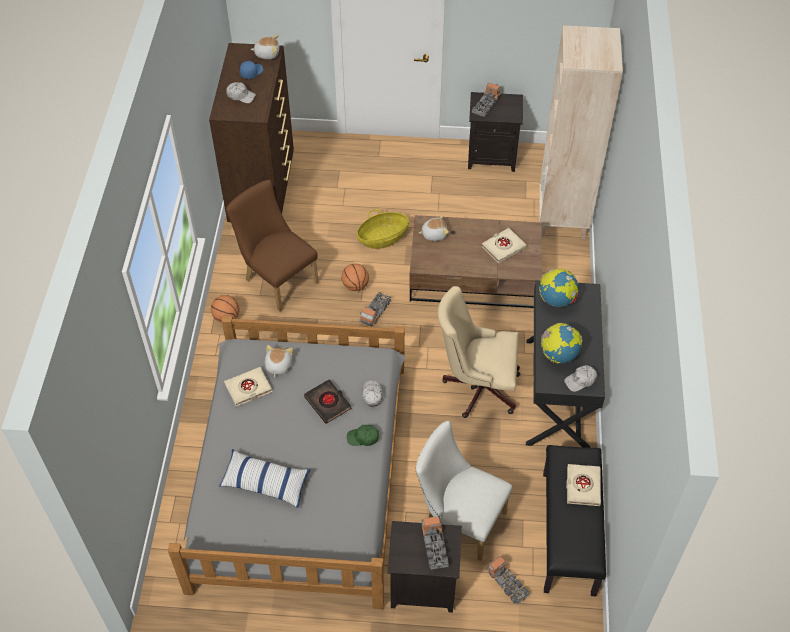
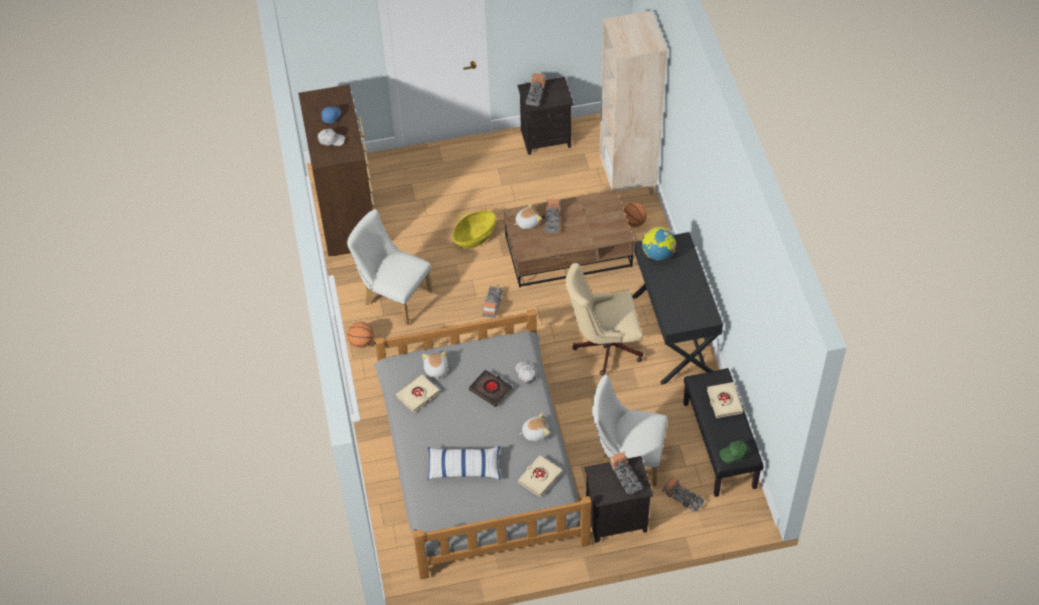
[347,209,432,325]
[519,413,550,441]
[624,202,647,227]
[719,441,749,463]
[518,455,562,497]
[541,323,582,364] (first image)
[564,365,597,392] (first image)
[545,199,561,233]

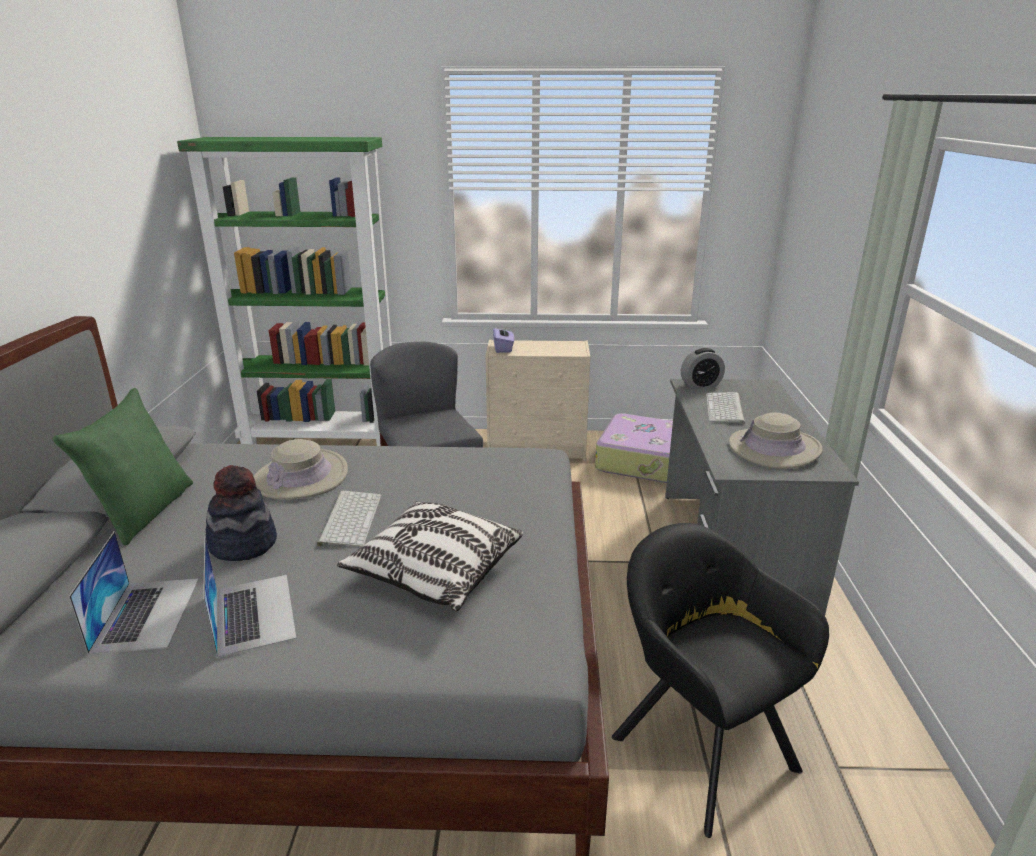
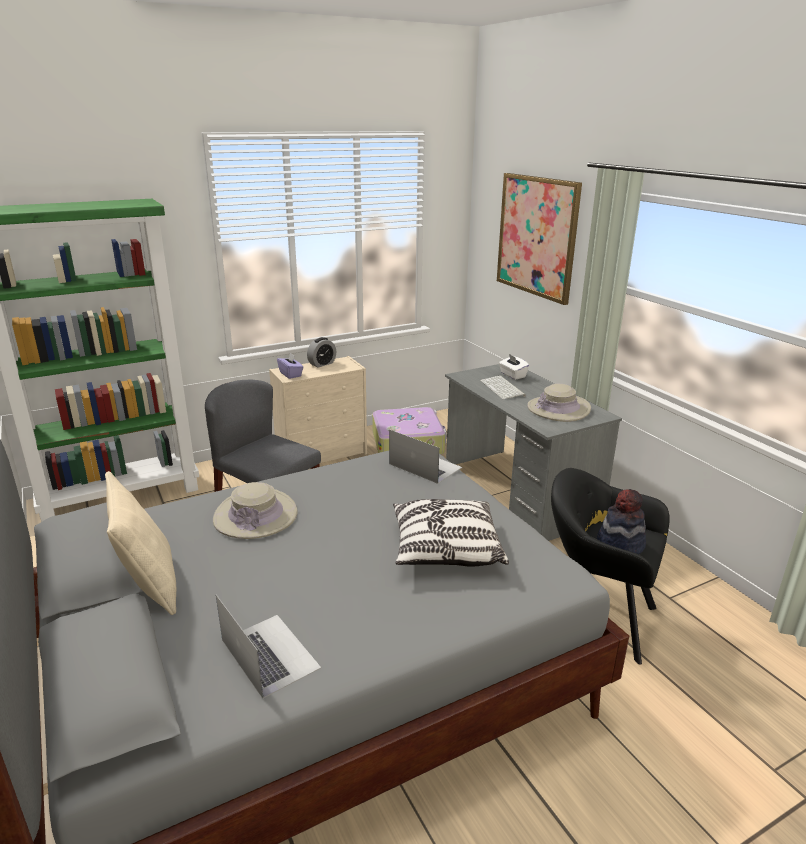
[105,471,176,615]
[389,429,462,484]
[597,489,646,554]
[317,490,381,547] (first image)
[307,337,336,368]
[497,173,582,305]
[499,354,529,380]

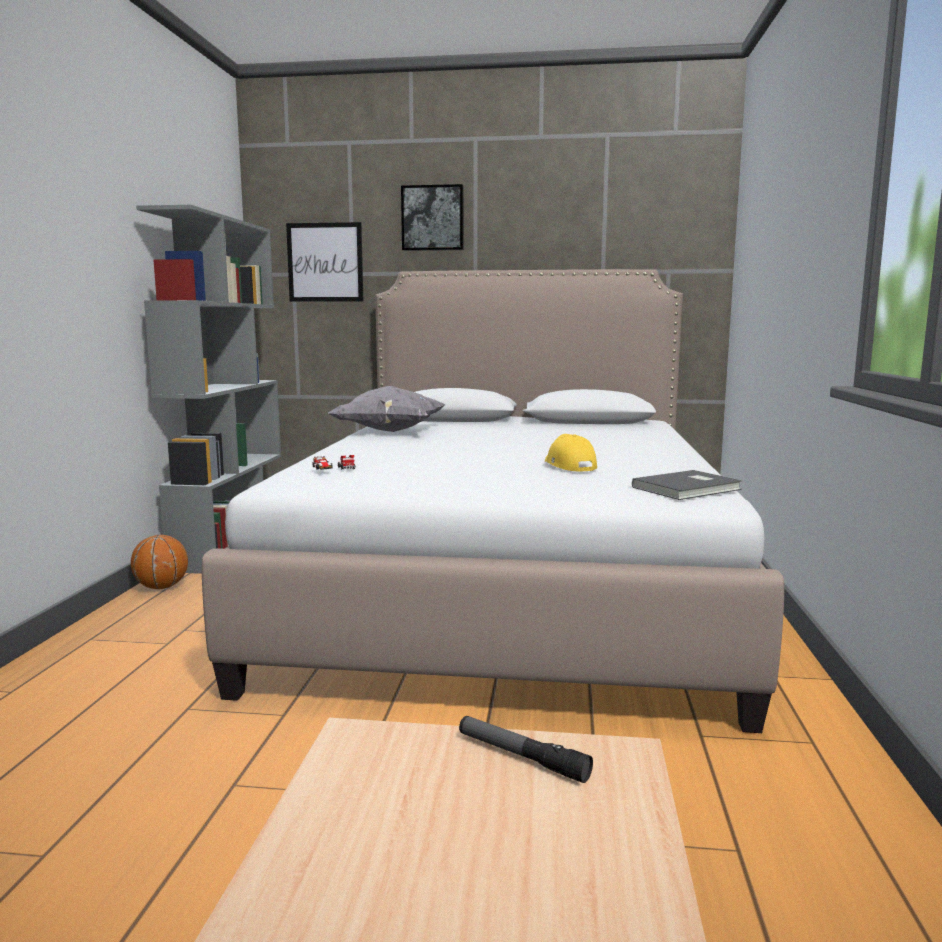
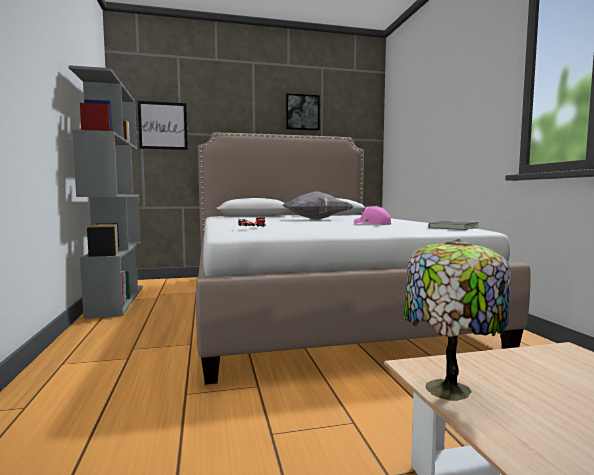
[131,535,188,589] (first image)
[283,191,353,220]
[286,94,320,131]
[459,716,593,783] (first image)
[354,206,391,225]
[404,239,511,401]

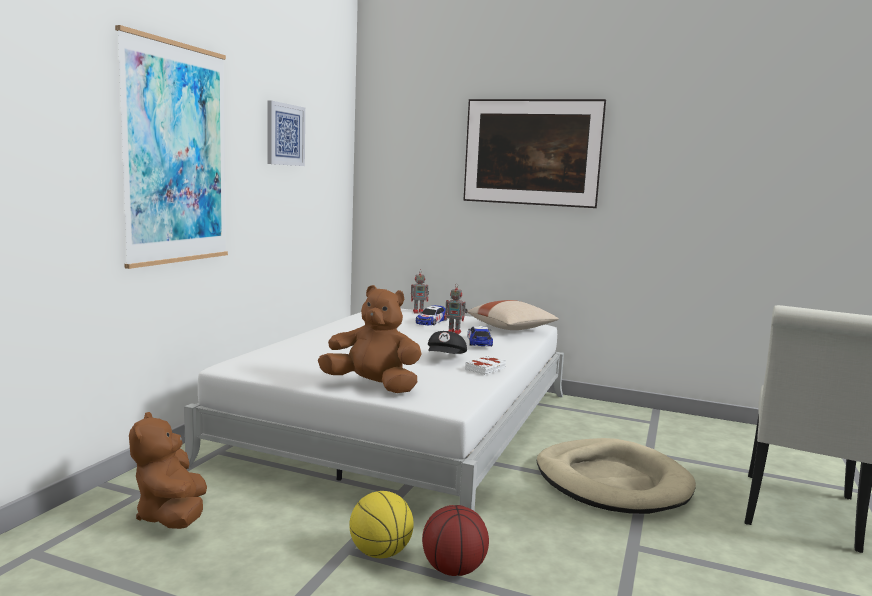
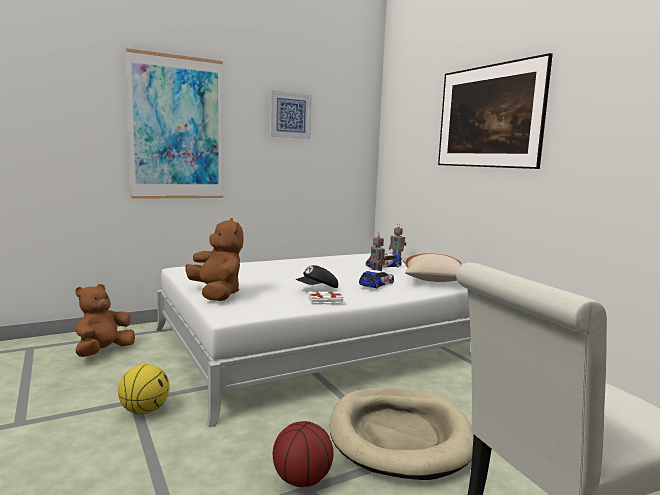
[273,421,333,487]

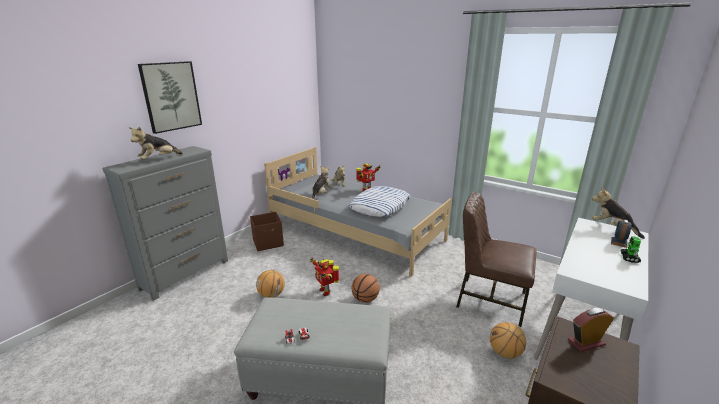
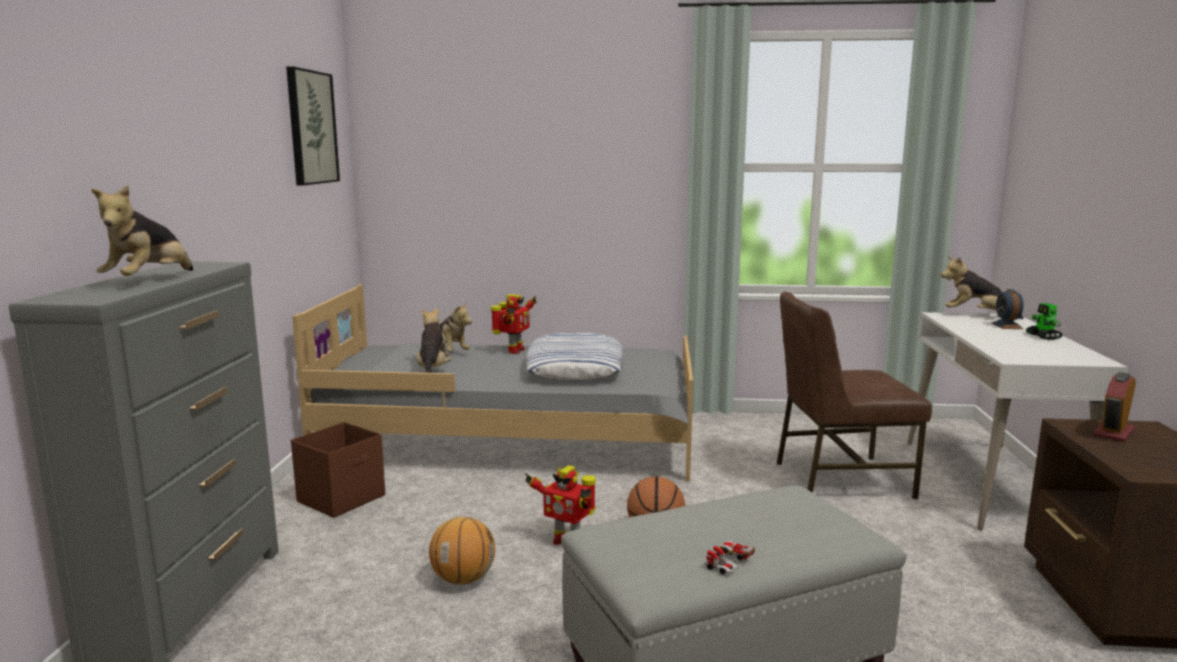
[286,67,340,185]
[490,322,526,359] (first image)

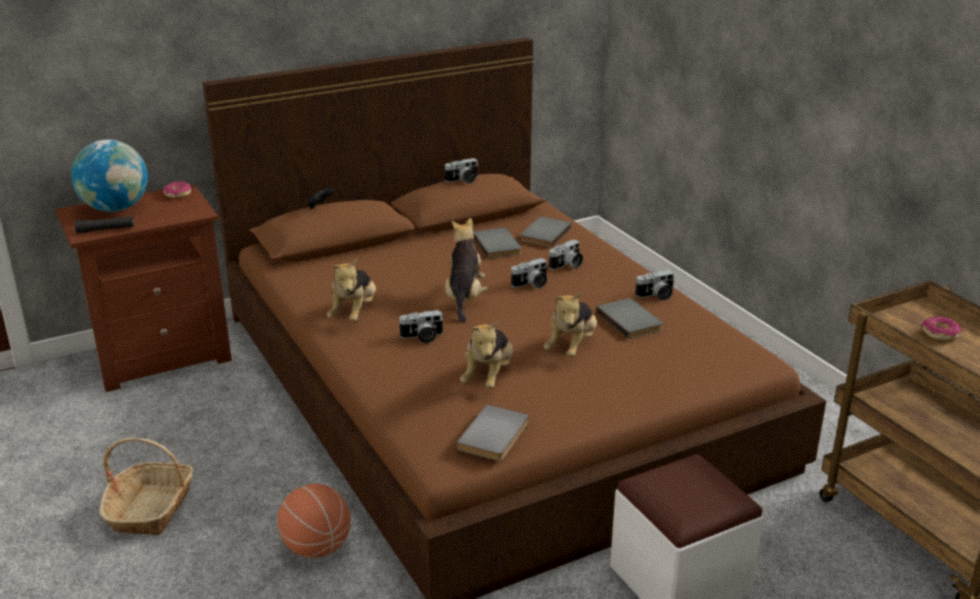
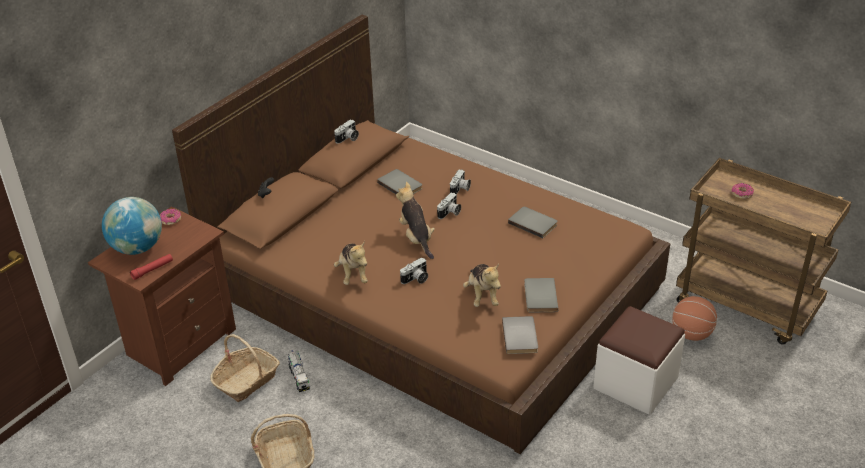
[130,254,173,280]
[672,296,717,341]
[524,278,558,313]
[544,292,597,357] (first image)
[635,270,674,301] (first image)
[210,334,280,402]
[288,350,310,392]

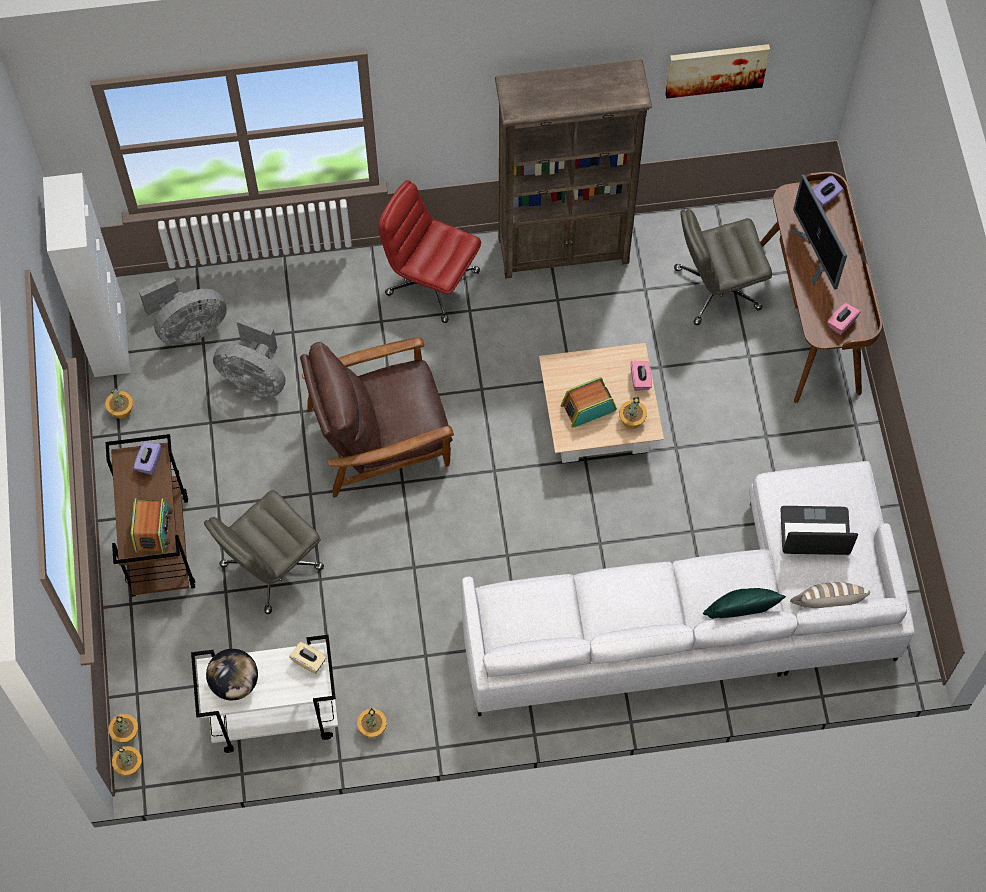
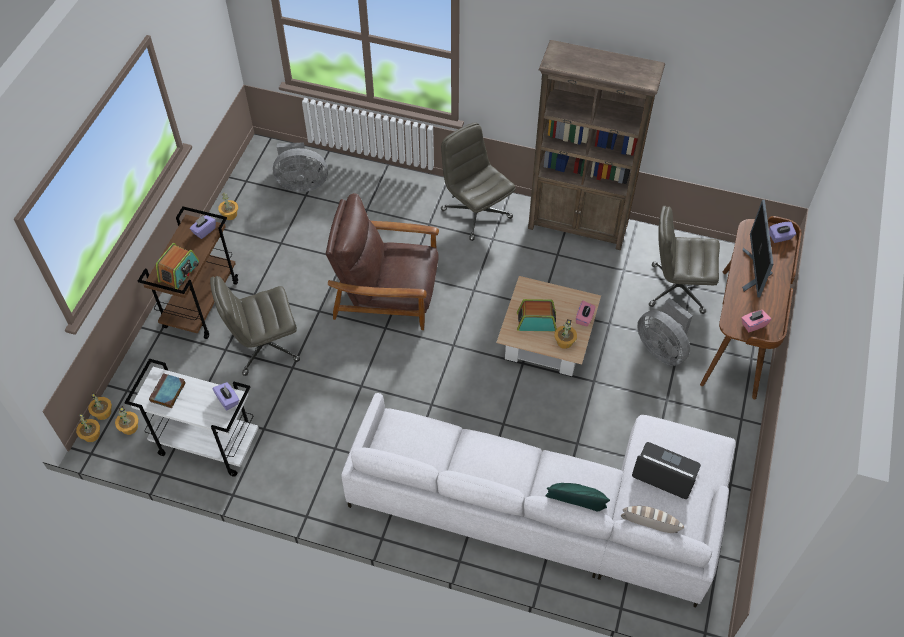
[43,173,130,377] (first image)
[149,373,186,408]
[637,298,692,366]
[213,382,239,410]
[115,406,139,435]
[441,122,516,241]
[665,44,770,99] (first image)

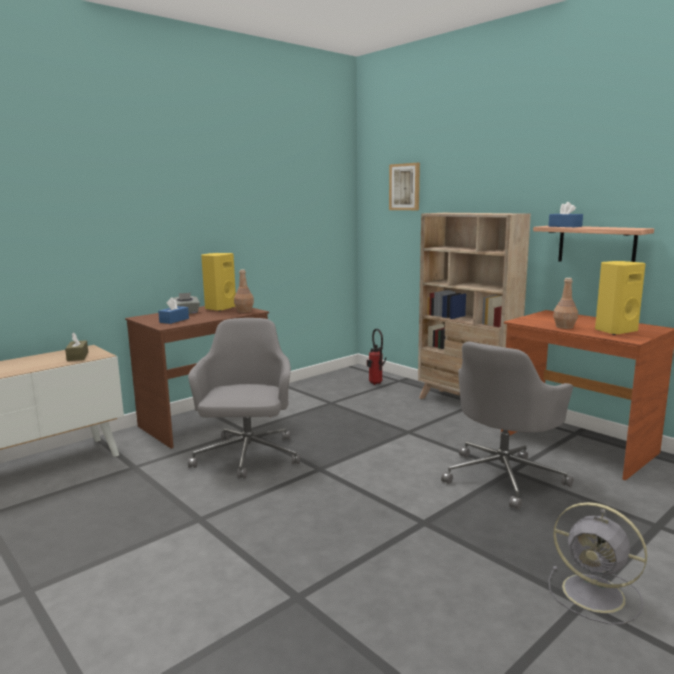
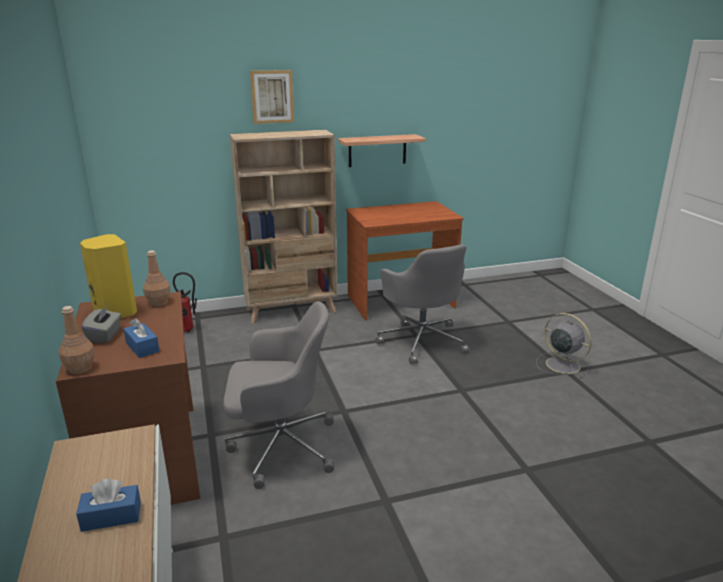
[65,332,88,361] (first image)
[223,301,334,489]
[250,70,294,124]
[536,313,592,379]
[76,479,141,532]
[59,306,95,374]
[595,261,646,335] (first image)

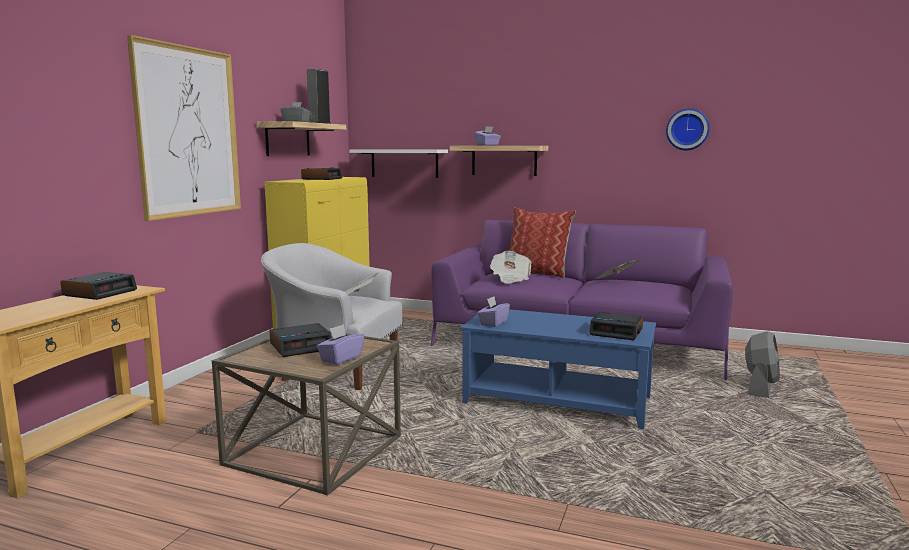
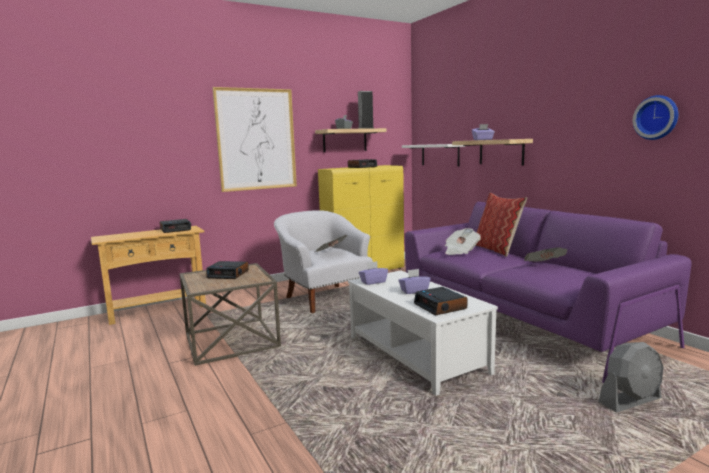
[398,269,430,294]
[348,270,498,396]

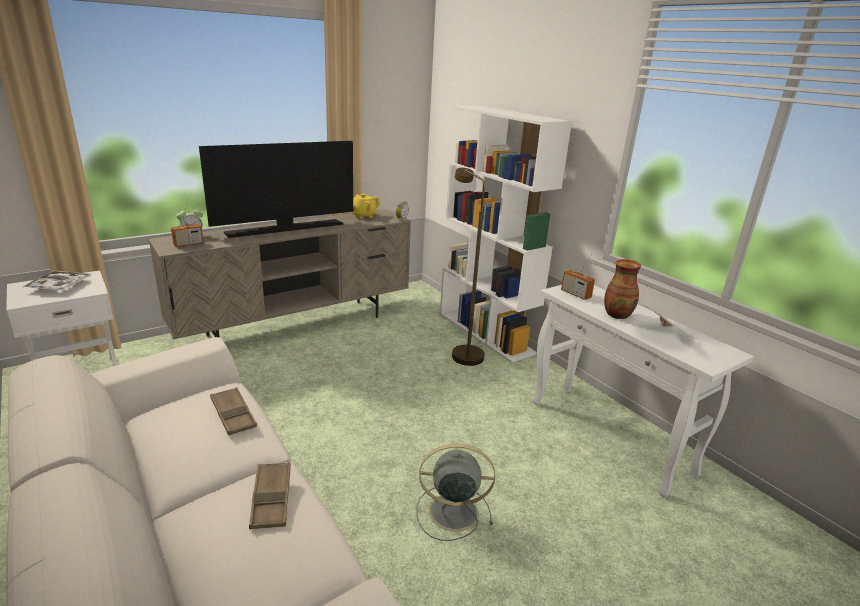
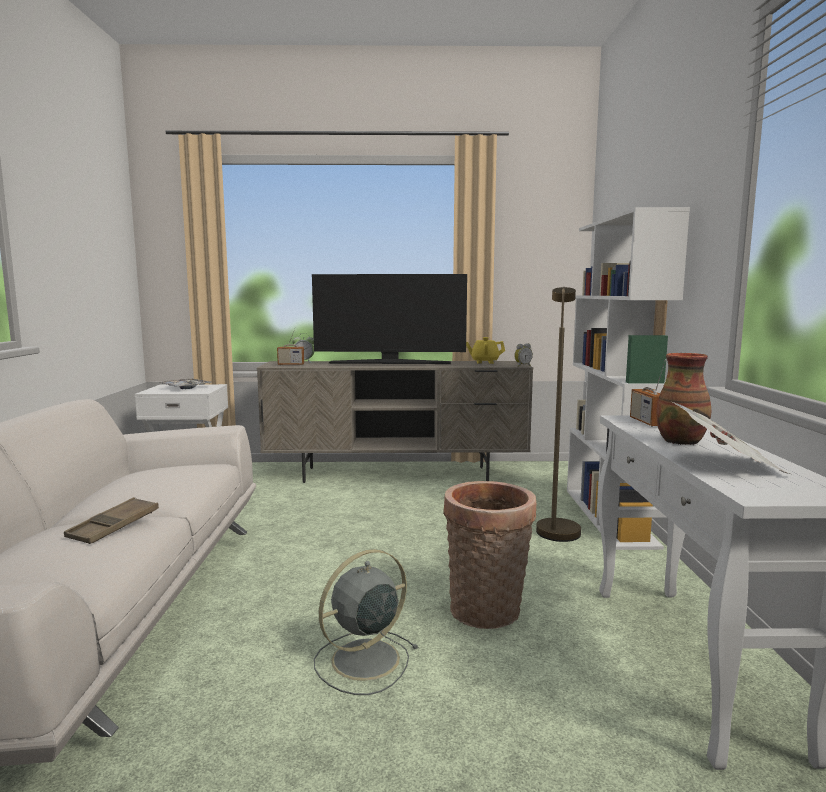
[210,387,257,435] (first image)
[314,549,419,695]
[443,481,536,629]

